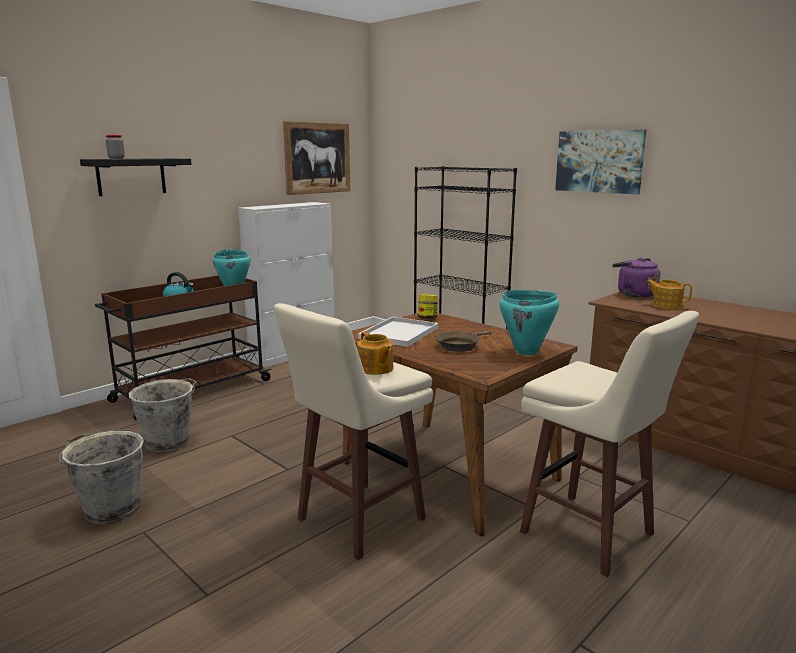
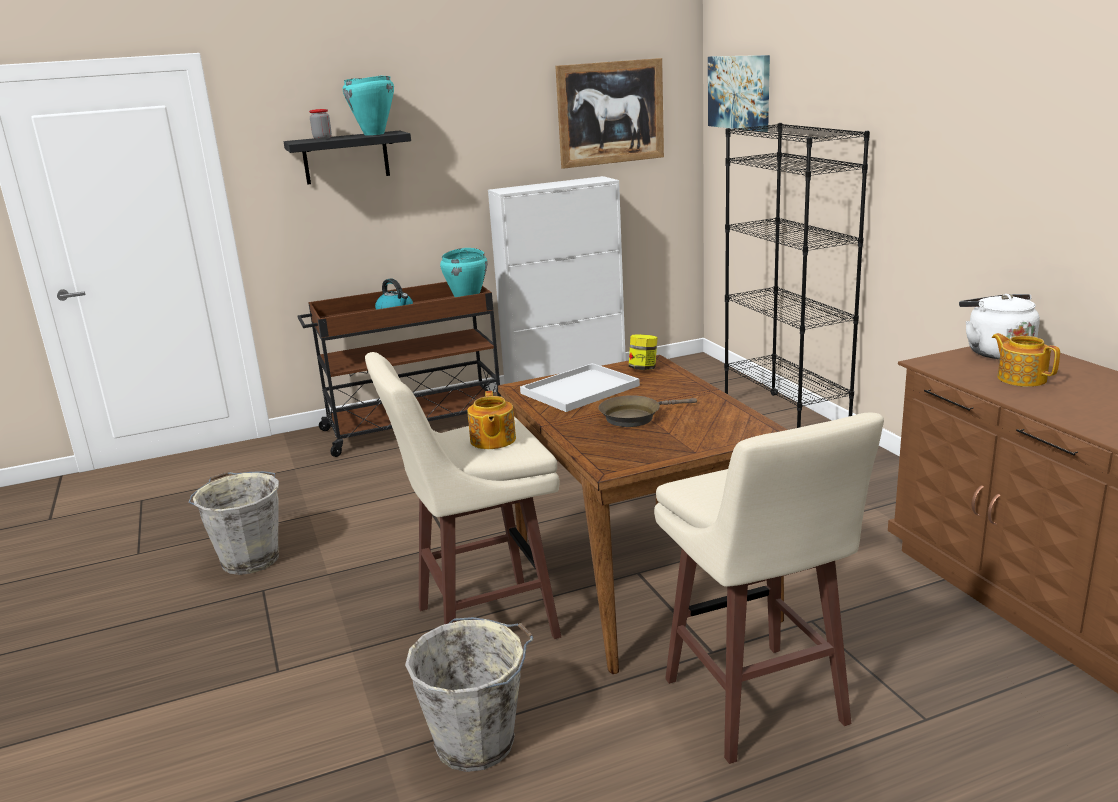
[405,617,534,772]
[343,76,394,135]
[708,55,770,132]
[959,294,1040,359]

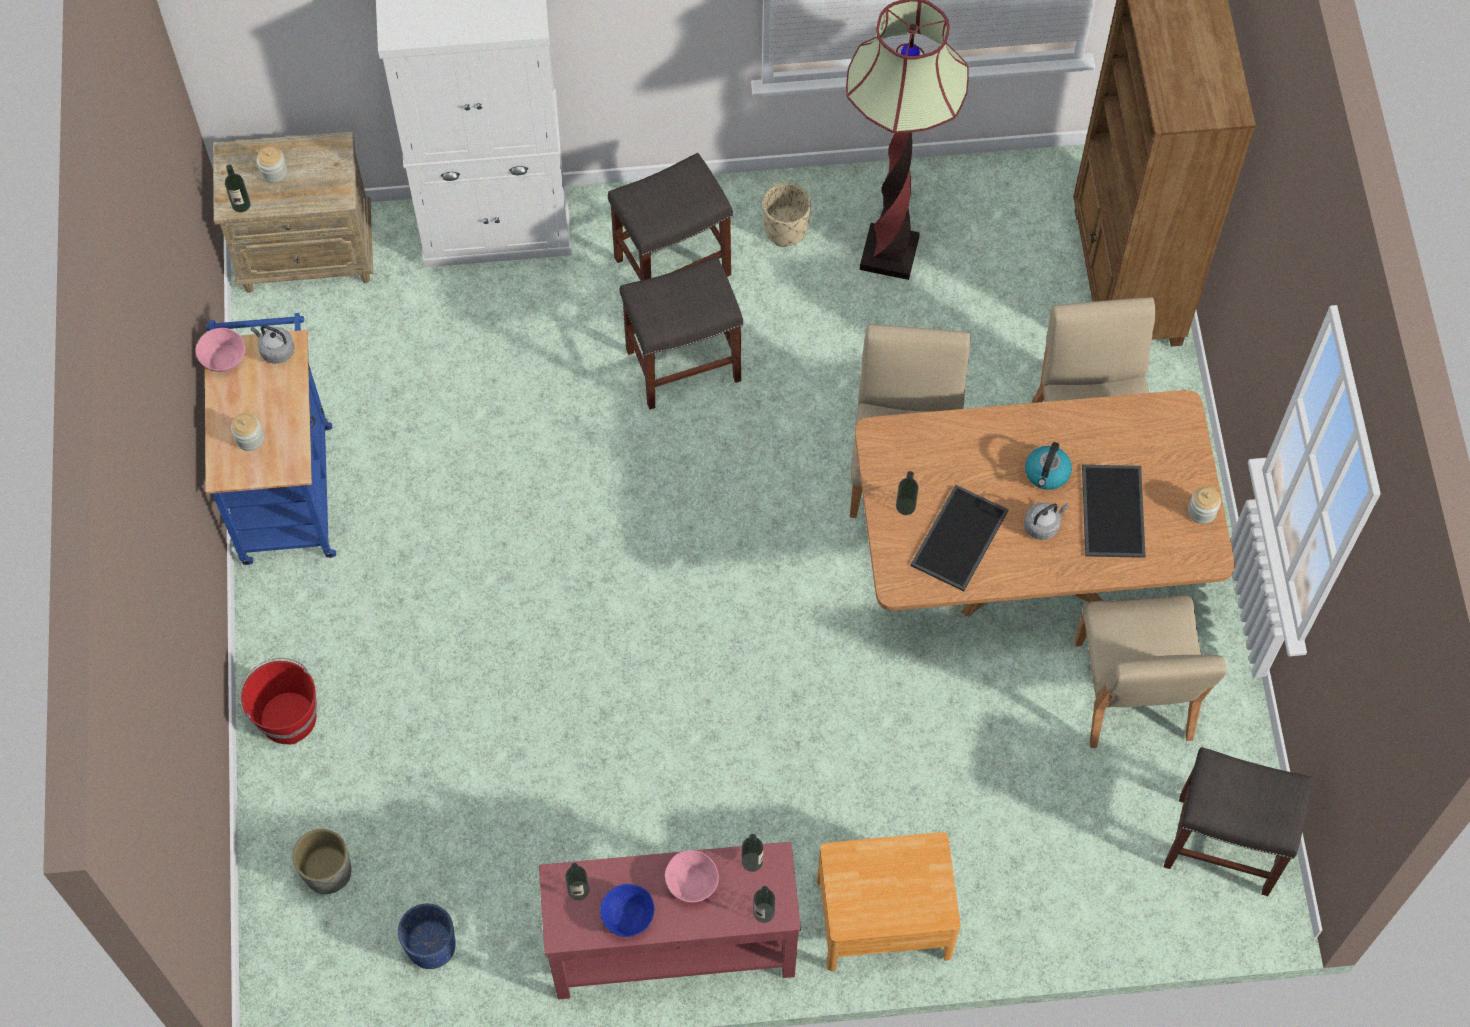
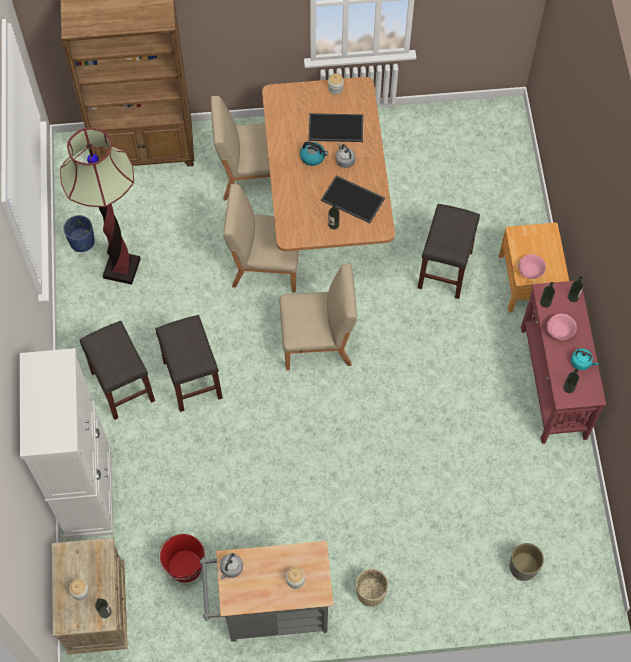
[518,254,546,279]
[200,541,334,642]
[158,534,205,583]
[64,215,95,252]
[571,348,599,370]
[356,569,388,607]
[279,264,357,370]
[418,204,480,299]

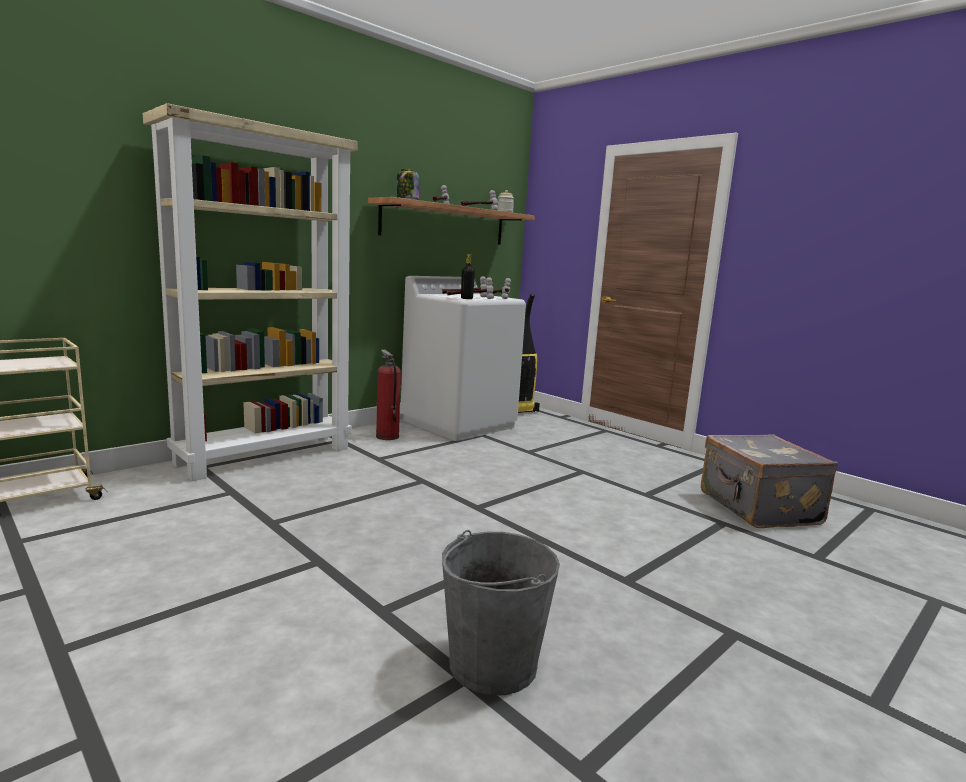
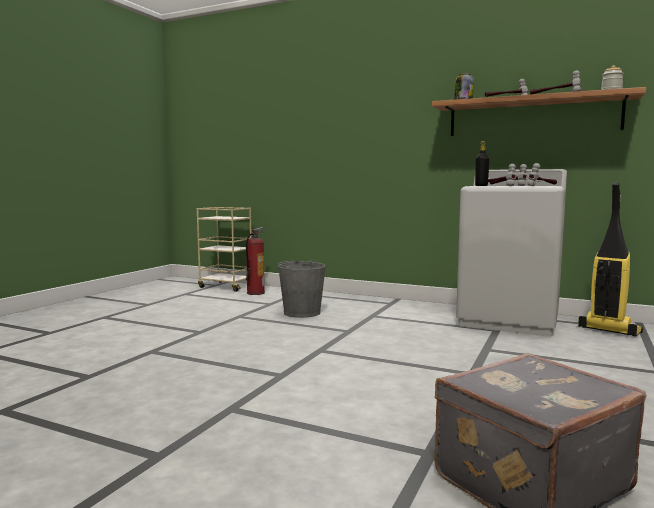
[143,103,358,481] (first image)
[246,227,265,295]
[278,259,326,318]

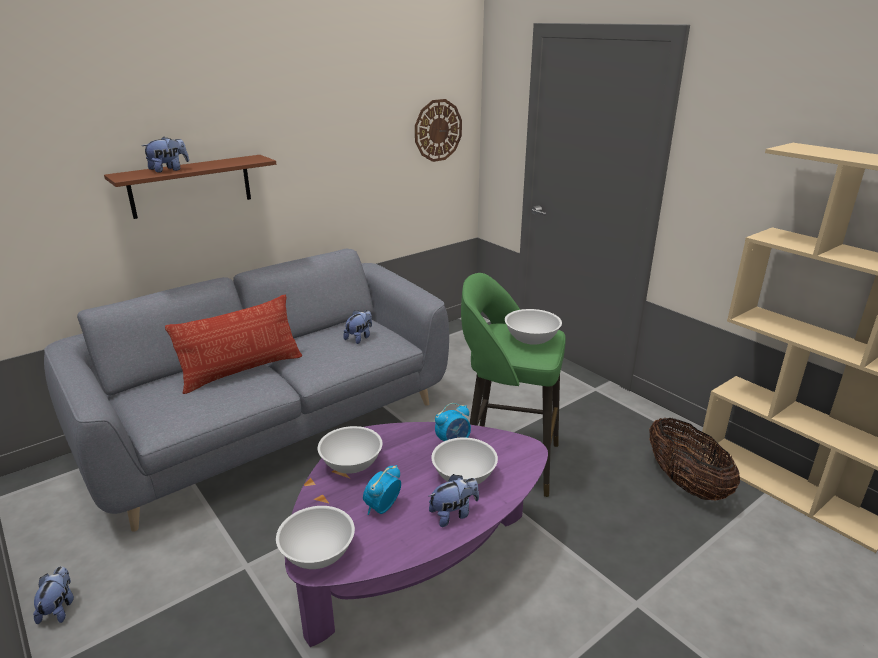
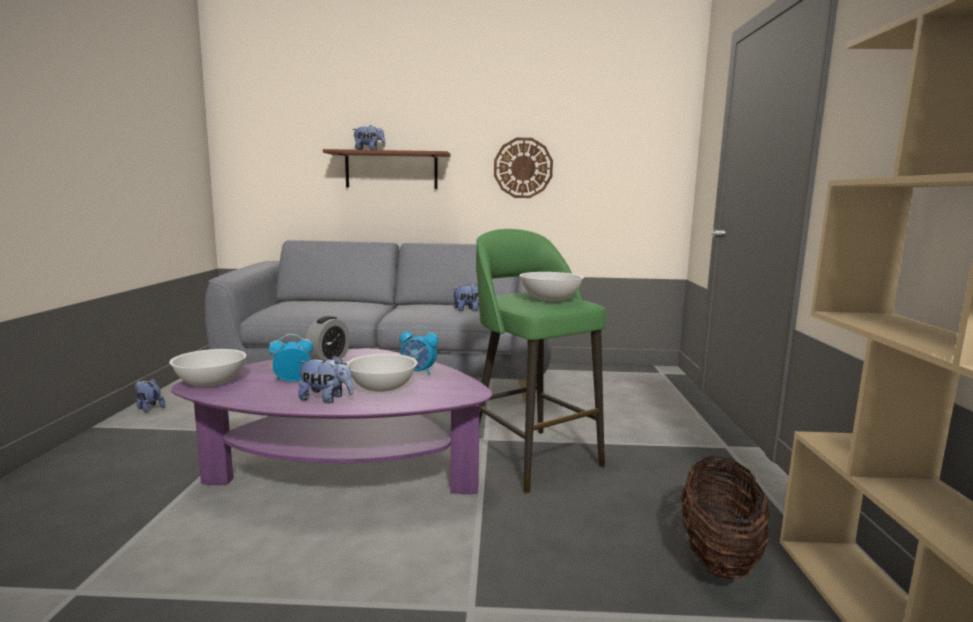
[135,378,165,413]
[165,295,302,394] (first image)
[305,316,350,360]
[494,138,553,198]

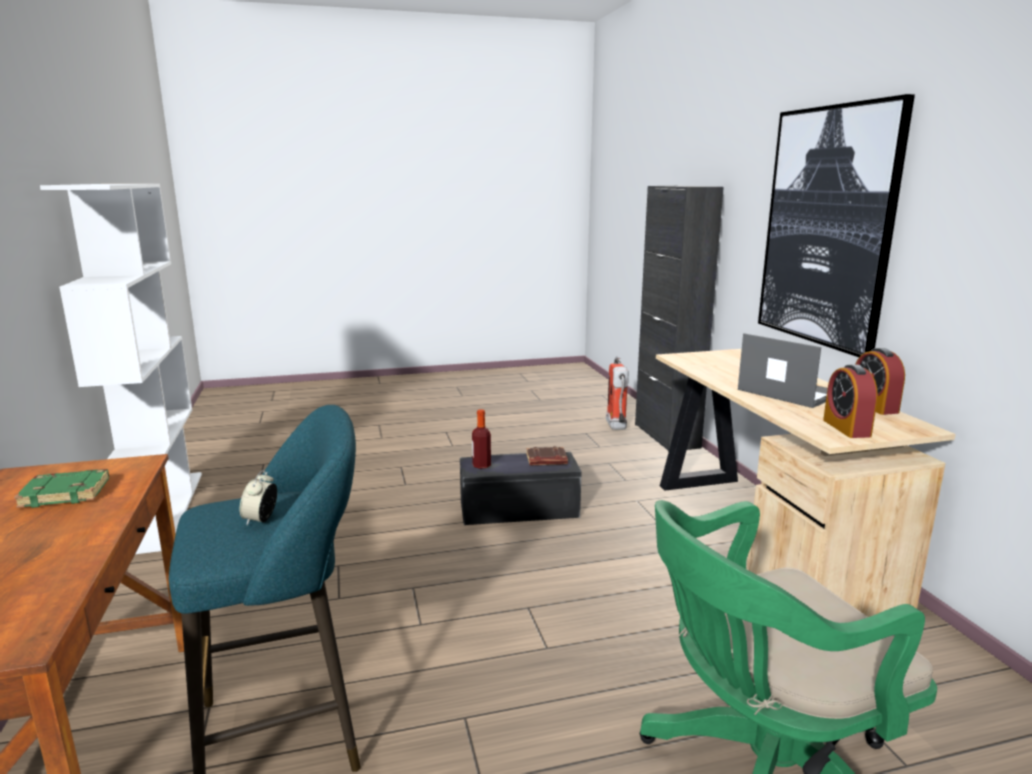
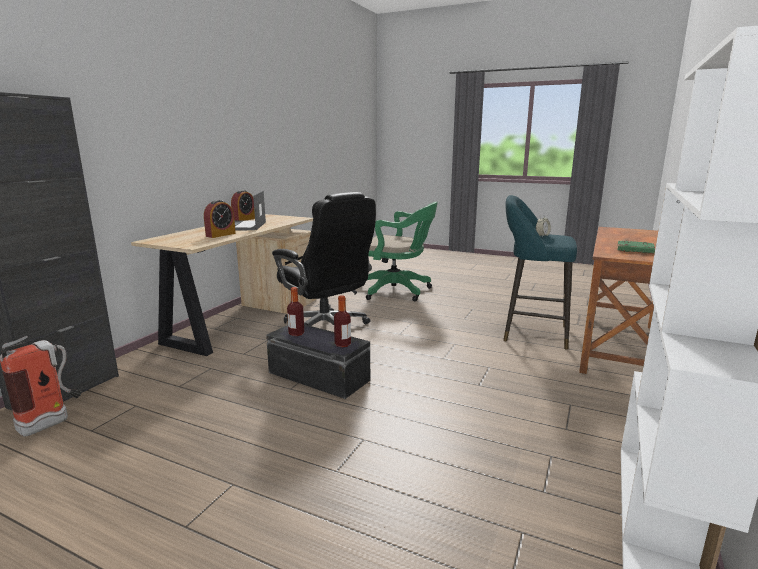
[287,287,304,336]
[758,94,915,357] (first image)
[204,200,236,238]
[272,192,376,326]

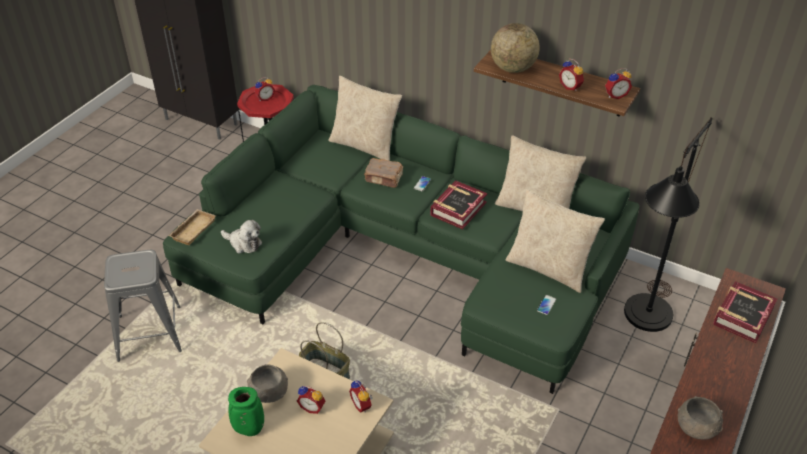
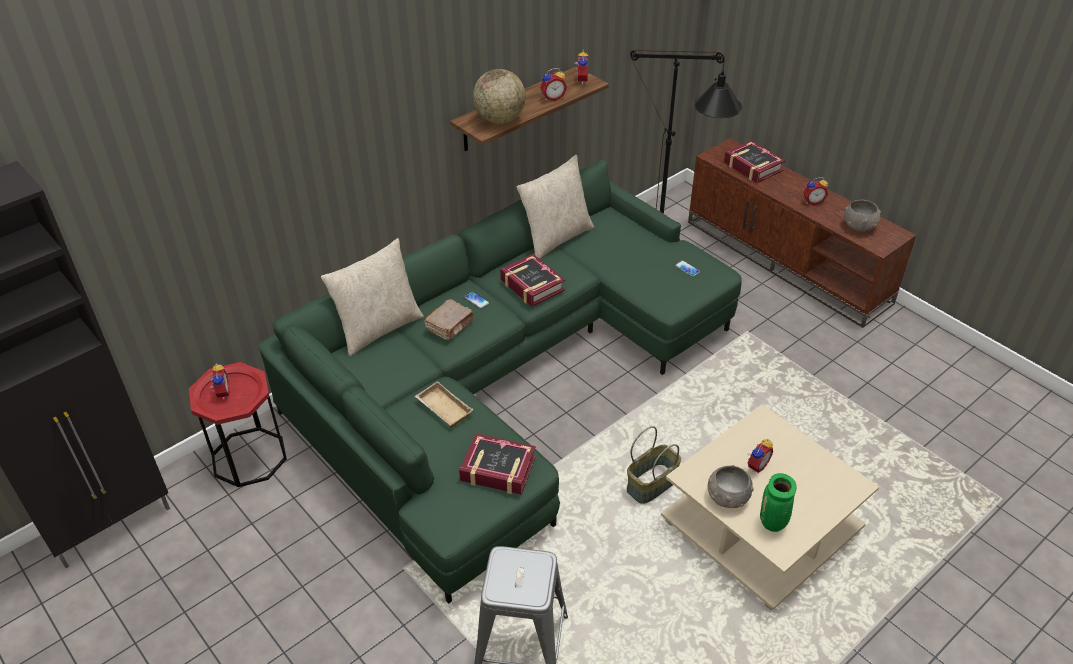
[415,381,473,427]
[459,433,536,495]
[803,177,828,205]
[506,189,605,293] (first image)

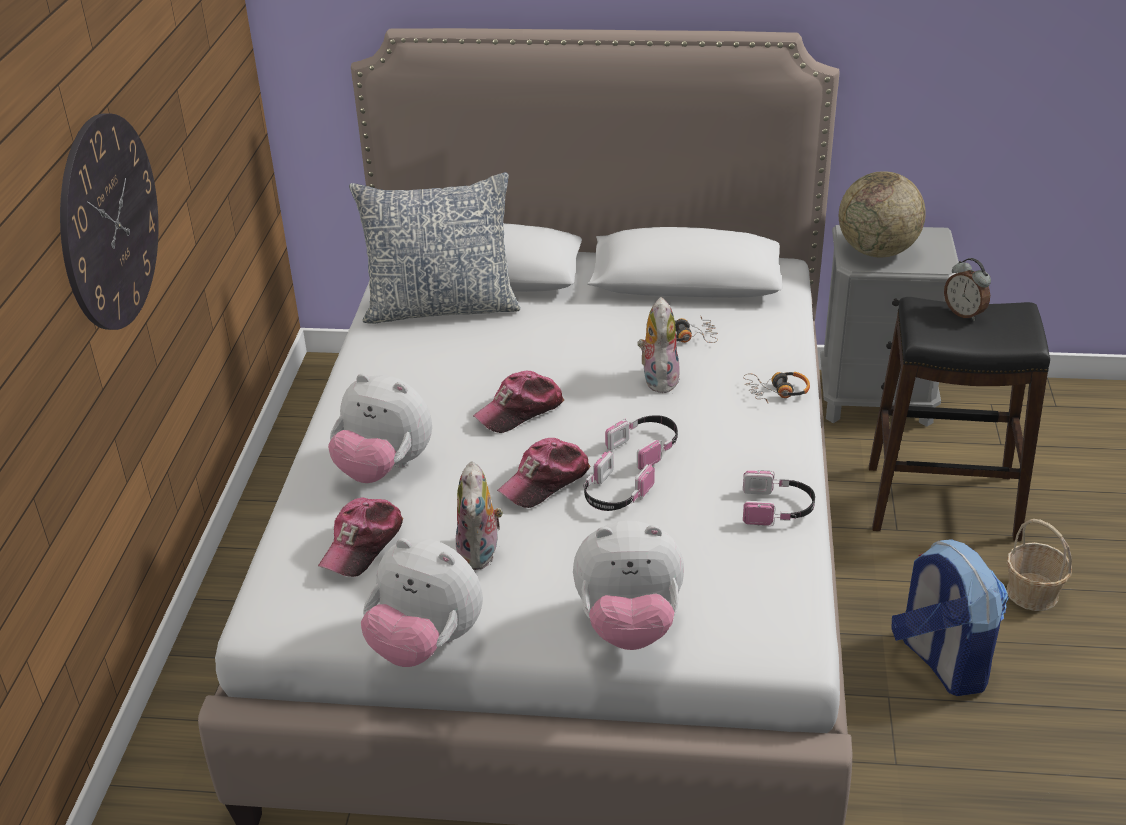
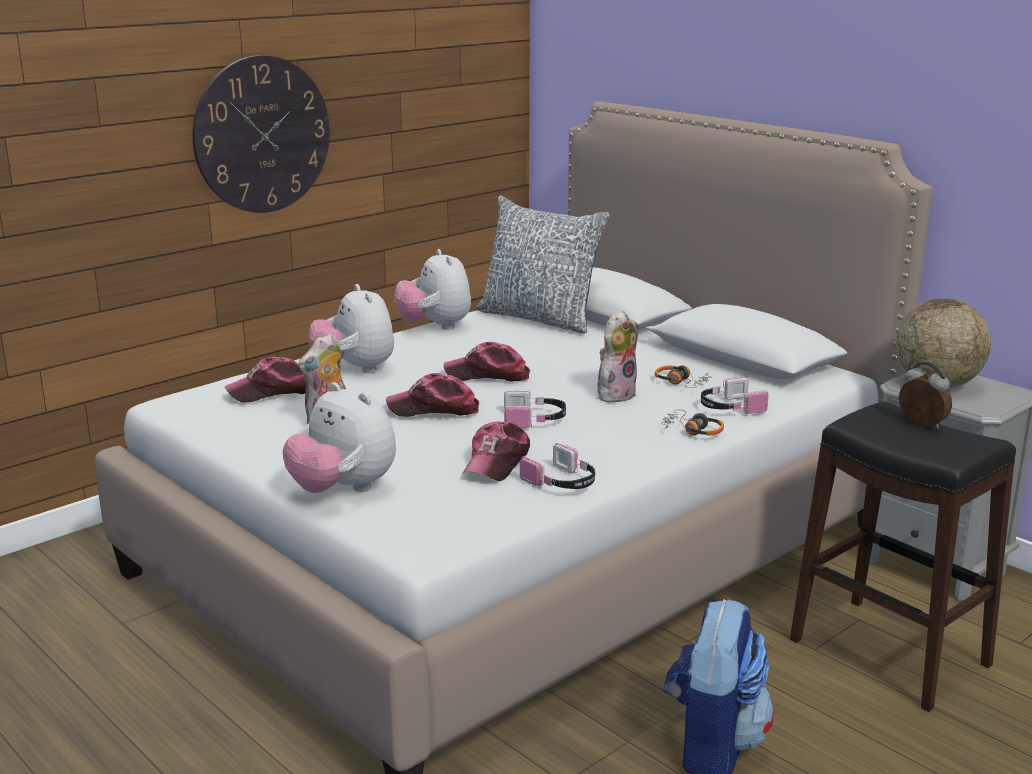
[394,249,471,330]
[701,377,769,416]
[899,362,952,429]
[1007,519,1072,611] (first image)
[462,421,530,481]

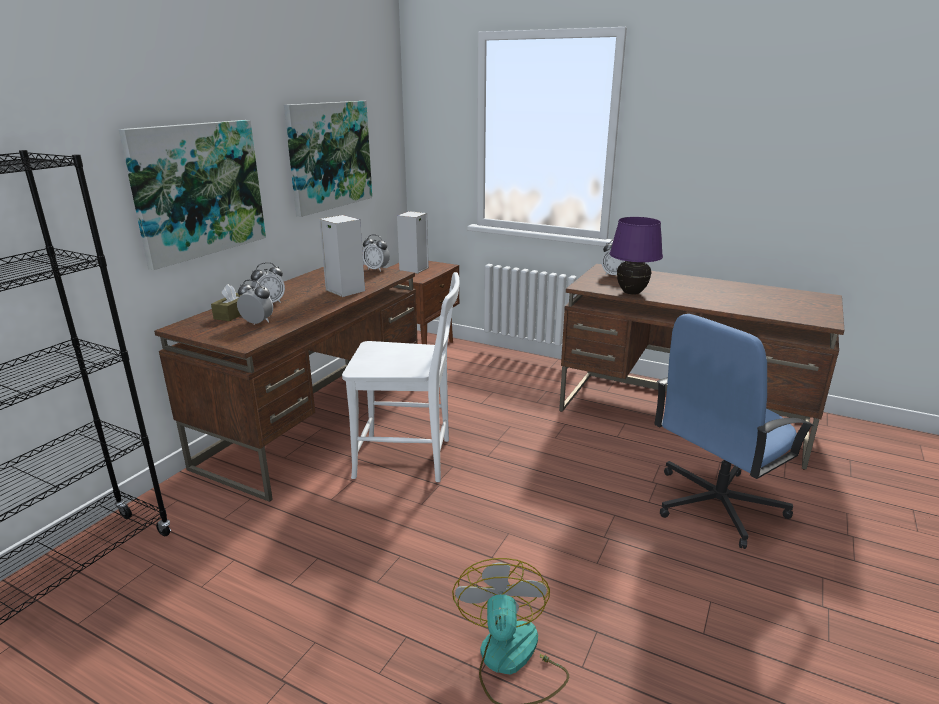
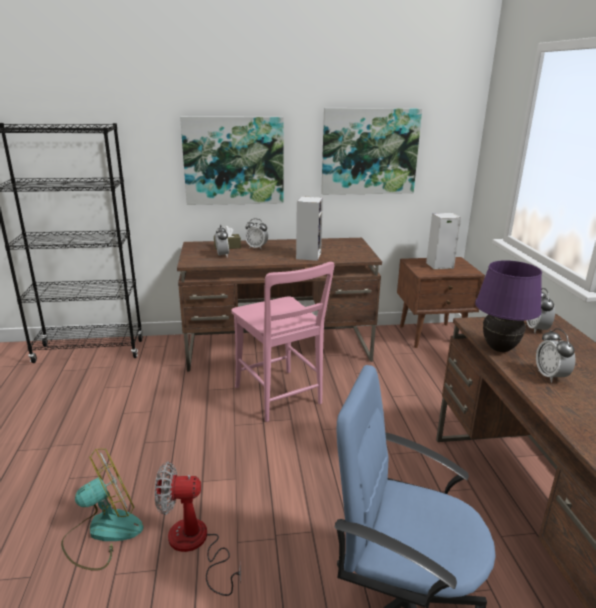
[231,262,334,422]
[536,328,575,383]
[155,462,241,596]

